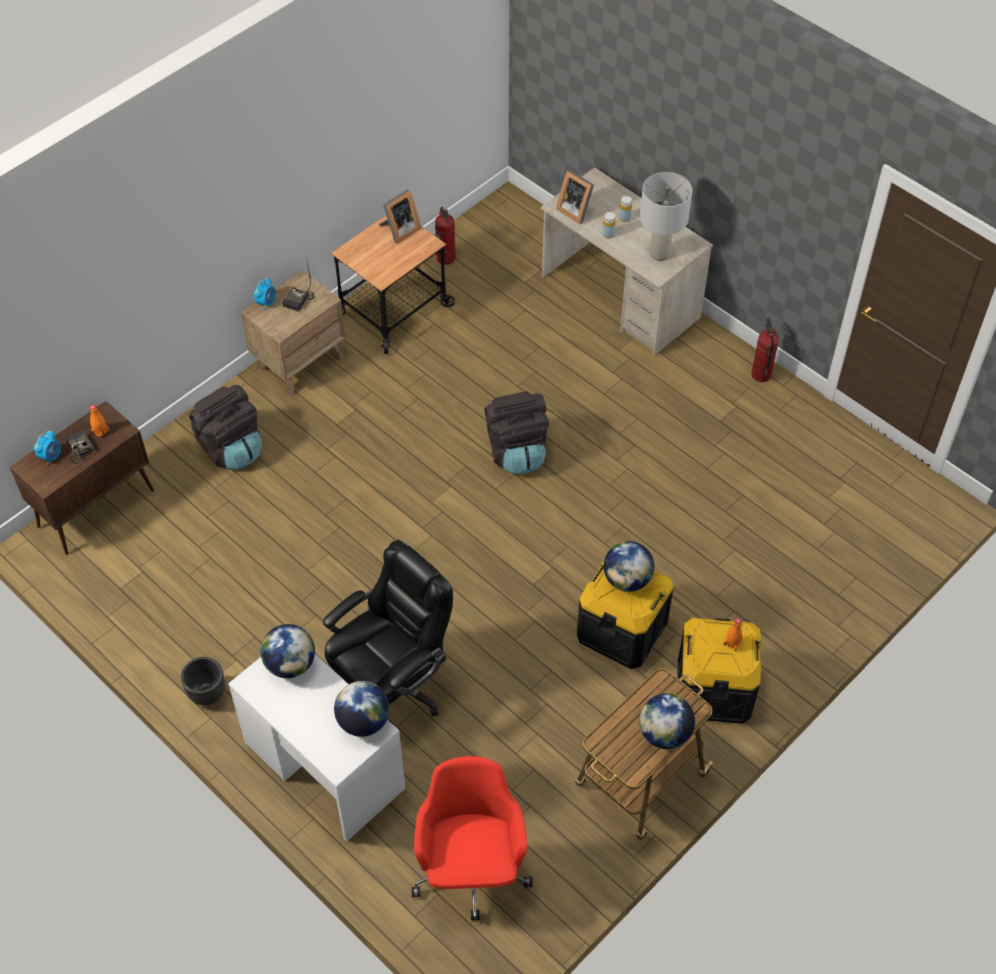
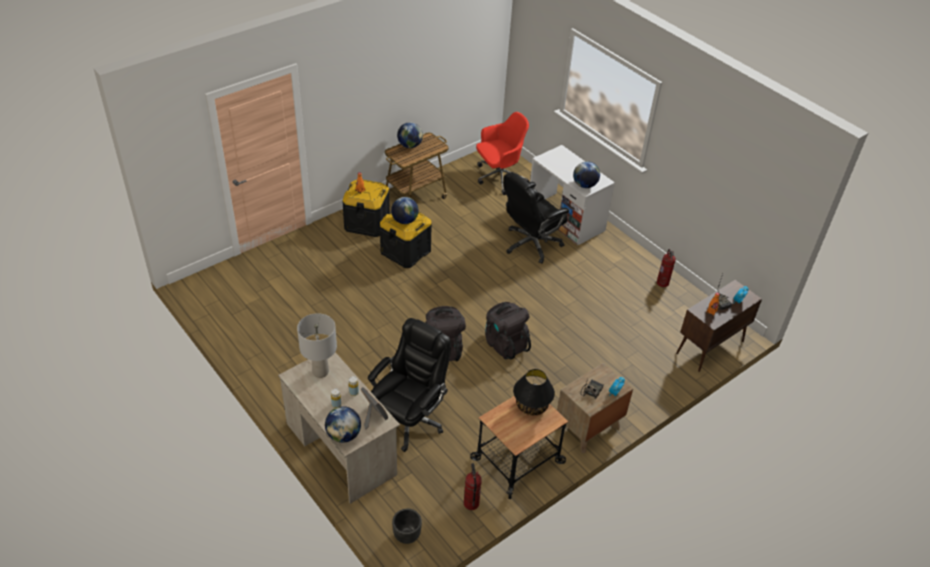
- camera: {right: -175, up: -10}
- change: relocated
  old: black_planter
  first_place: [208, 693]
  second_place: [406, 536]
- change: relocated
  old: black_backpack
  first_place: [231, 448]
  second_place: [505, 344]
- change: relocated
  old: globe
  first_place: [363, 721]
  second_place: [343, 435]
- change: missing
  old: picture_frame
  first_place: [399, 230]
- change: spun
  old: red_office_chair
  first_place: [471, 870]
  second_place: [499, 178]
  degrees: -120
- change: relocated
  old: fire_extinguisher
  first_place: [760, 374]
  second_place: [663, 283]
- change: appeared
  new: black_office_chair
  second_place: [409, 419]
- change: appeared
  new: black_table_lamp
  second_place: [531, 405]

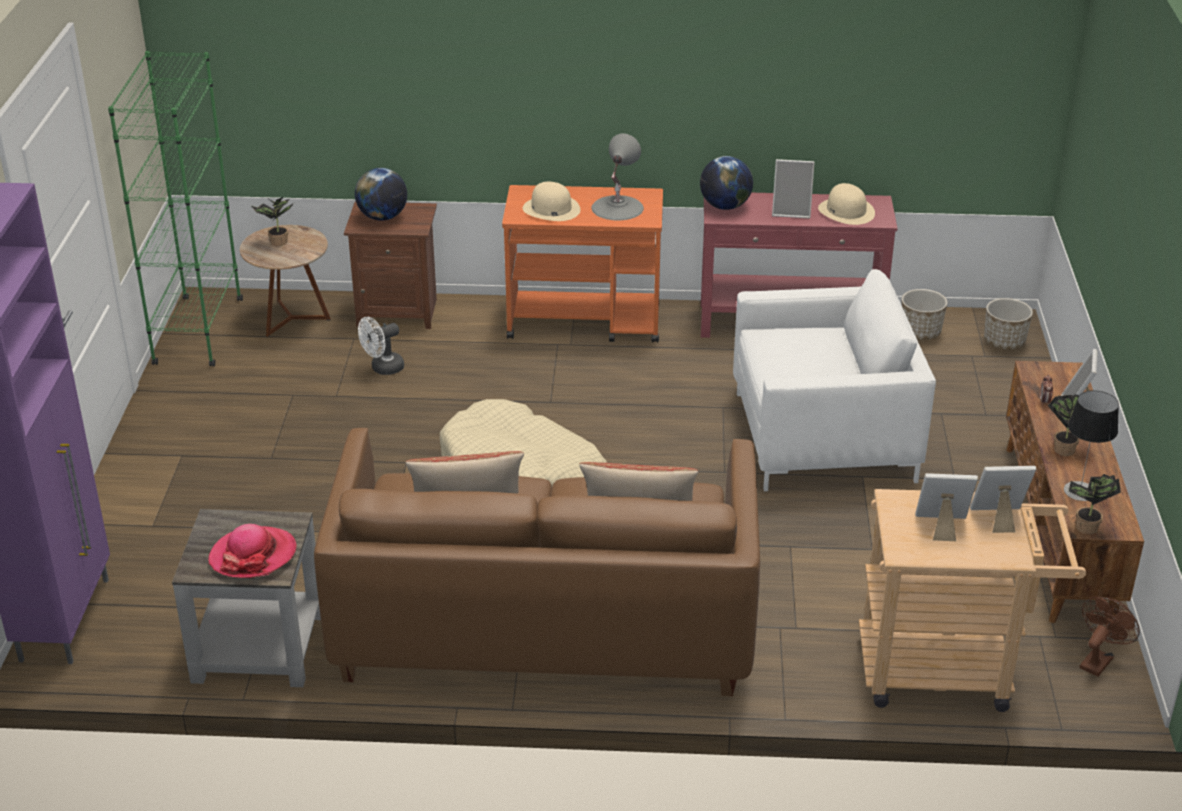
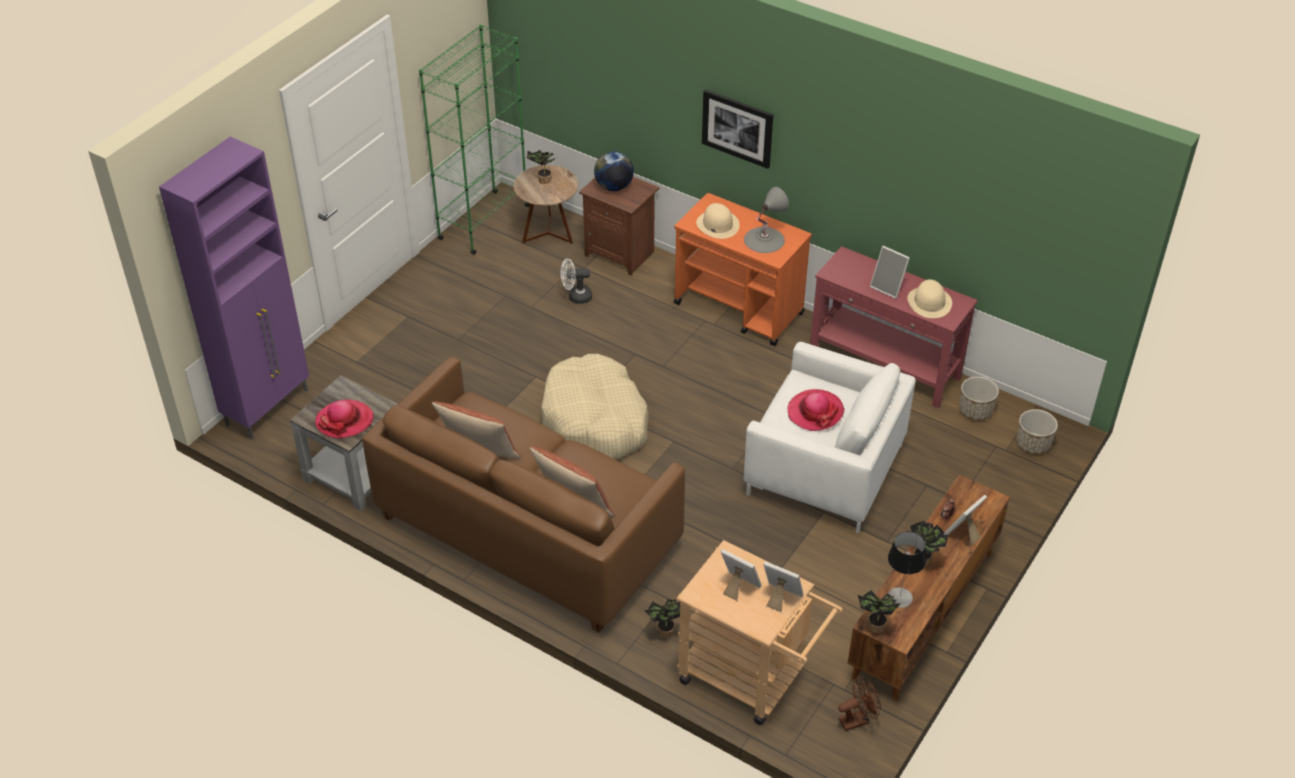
- camera: {right: 30, up: 10}
- change: missing
  old: globe
  first_place: [725, 206]
- change: appeared
  new: potted_plant
  second_place: [664, 633]
- change: appeared
  new: picture
  second_place: [737, 128]
- change: appeared
  new: hat
  second_place: [815, 412]

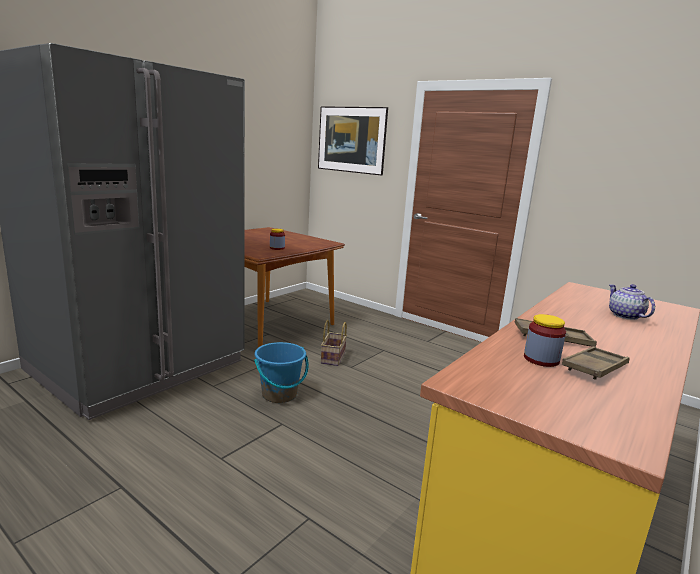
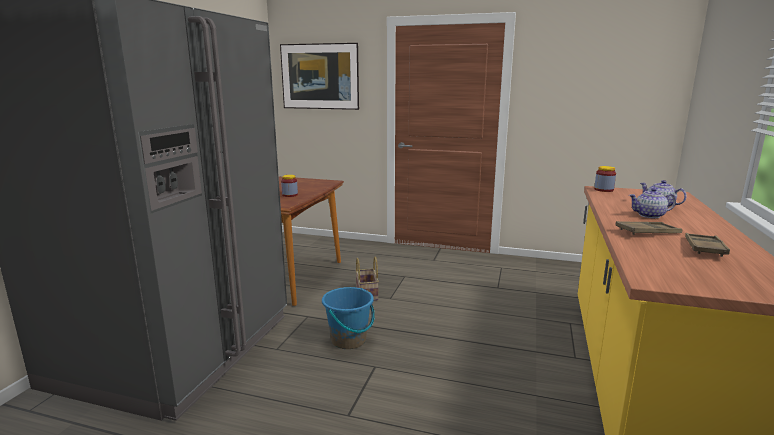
- camera: {right: -20, up: 0}
- change: relocated
  old: jar
  first_place: [541, 359]
  second_place: [603, 190]
- change: appeared
  new: teapot
  second_place: [650, 215]

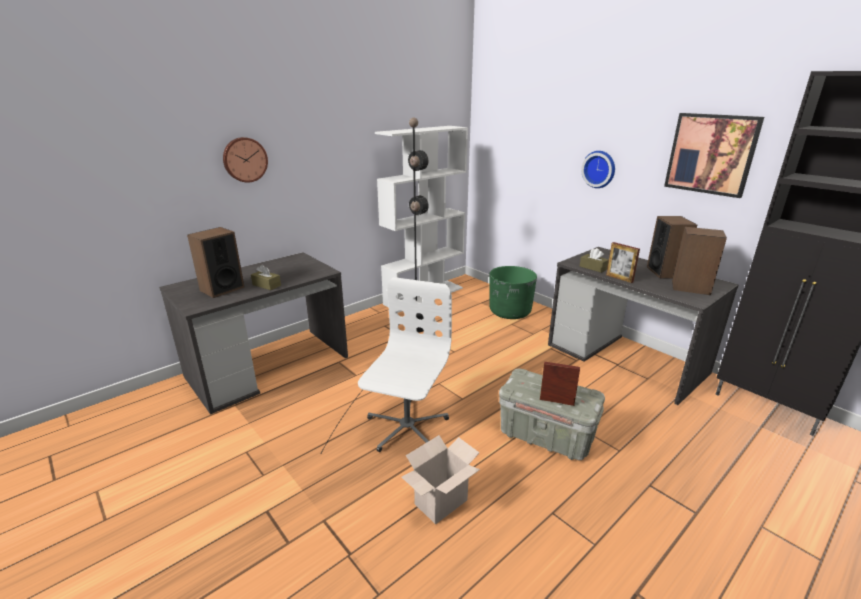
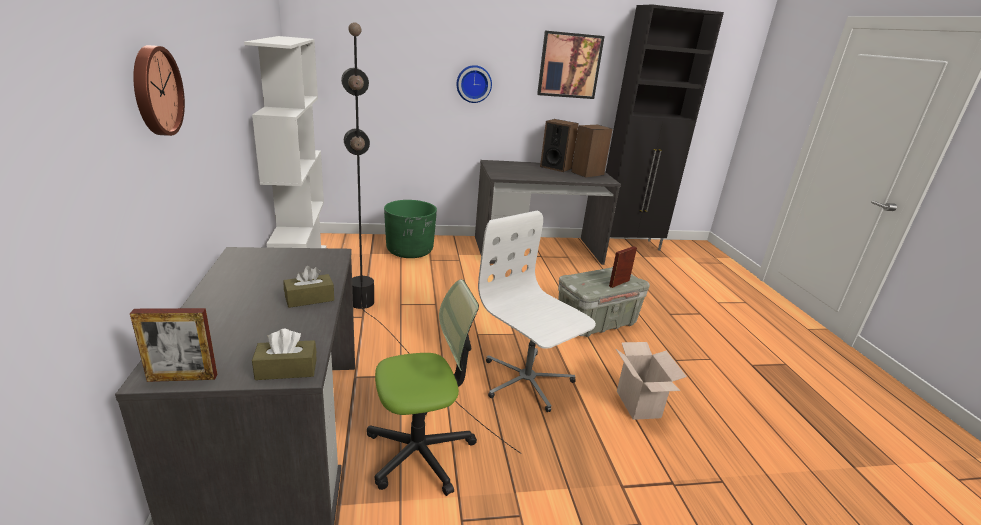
- camera: {right: -60, up: 0}
- change: missing
  old: speaker
  first_place: [222, 289]
- change: relocated
  old: brown_tissue_box
  first_place: [593, 268]
  second_place: [286, 369]
- change: relocated
  old: picture_frame
  first_place: [619, 278]
  second_place: [182, 378]
- change: appeared
  new: office_chair
  second_place: [420, 452]

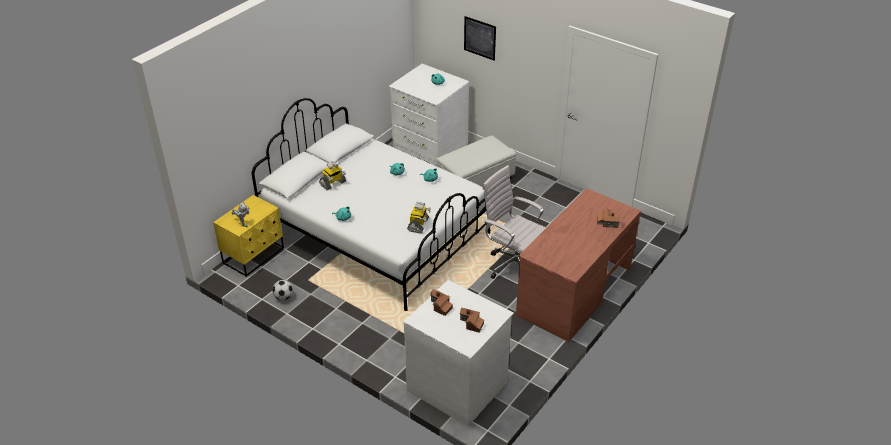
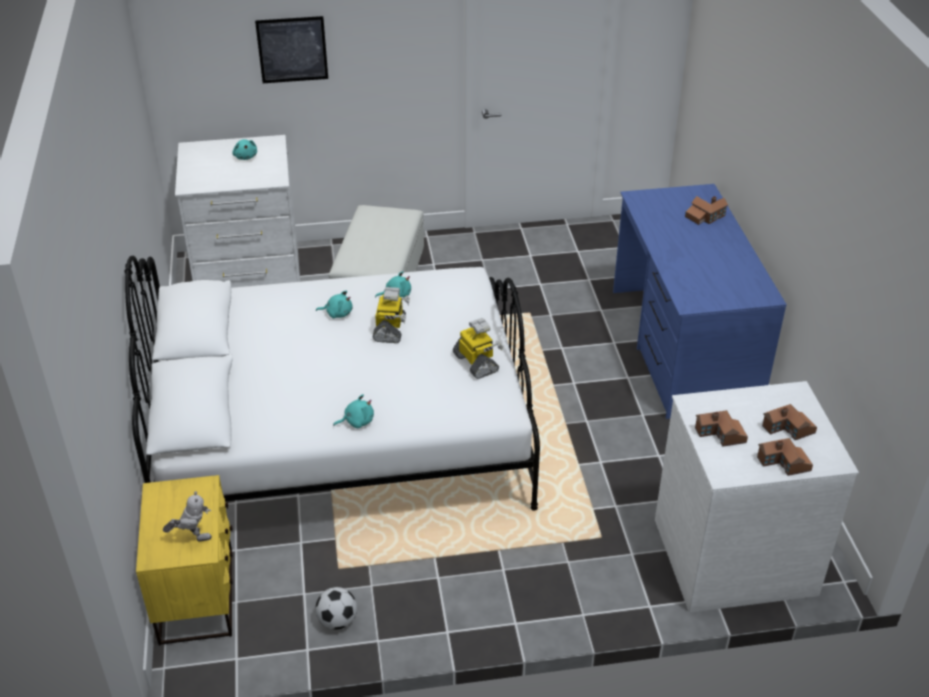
- camera: {right: -45, up: 0}
- change: relocated
  old: toy_robot
  first_place: [333, 183]
  second_place: [390, 329]
- change: missing
  old: white_office_chair
  first_place: [513, 265]
- change: colour
  old: brown_desk
  new: blue_desk
  first_place: [573, 292]
  second_place: [682, 347]
- change: appeared
  new: toy_house
  second_place: [783, 463]

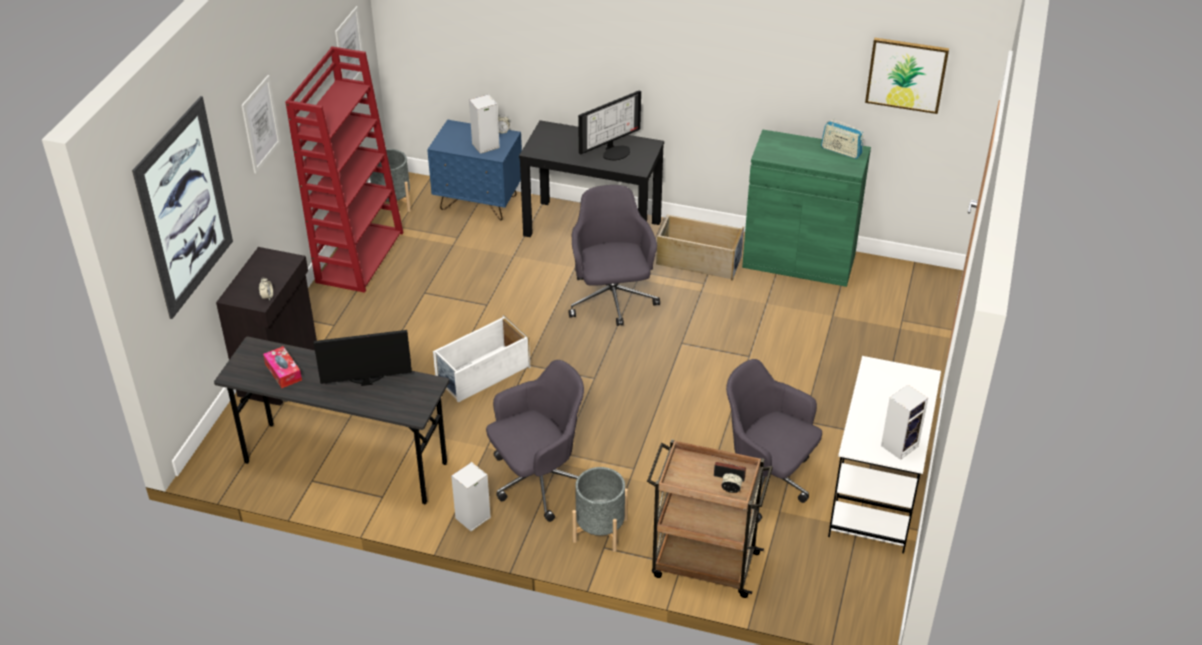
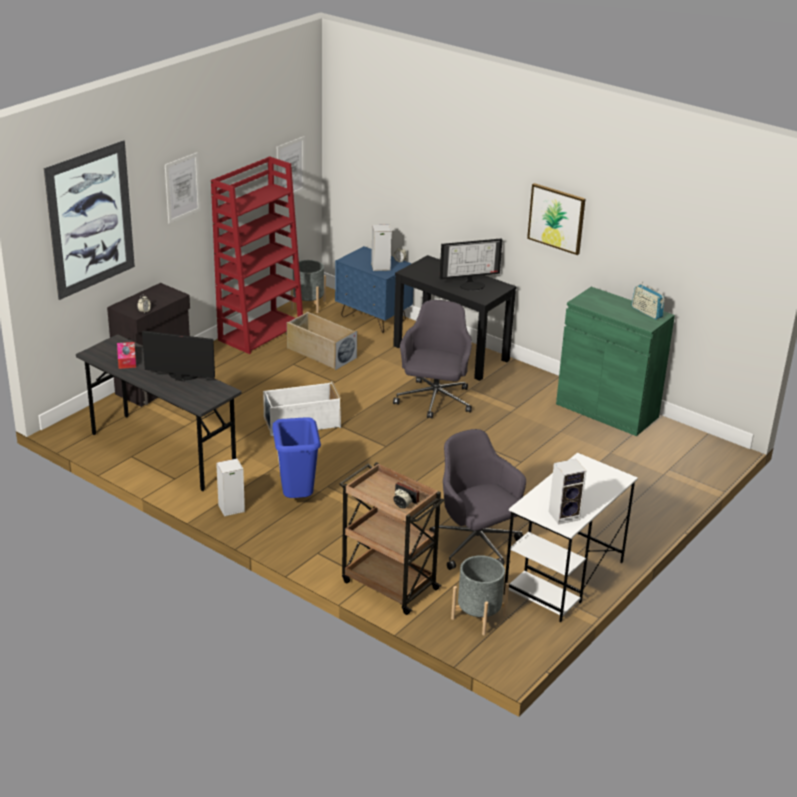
- camera: {right: 20, up: -10}
- change: exchanged
  old: grey_office_chair
  new: blue_trash_can
  first_place: [538, 481]
  second_place: [297, 499]
- change: relocated
  old: grey_planter
  first_place: [600, 530]
  second_place: [478, 616]
- change: relocated
  old: beige_storage_box
  first_place: [698, 261]
  second_place: [320, 353]
- change: relocated
  old: picture
  first_place: [906, 74]
  second_place: [556, 218]

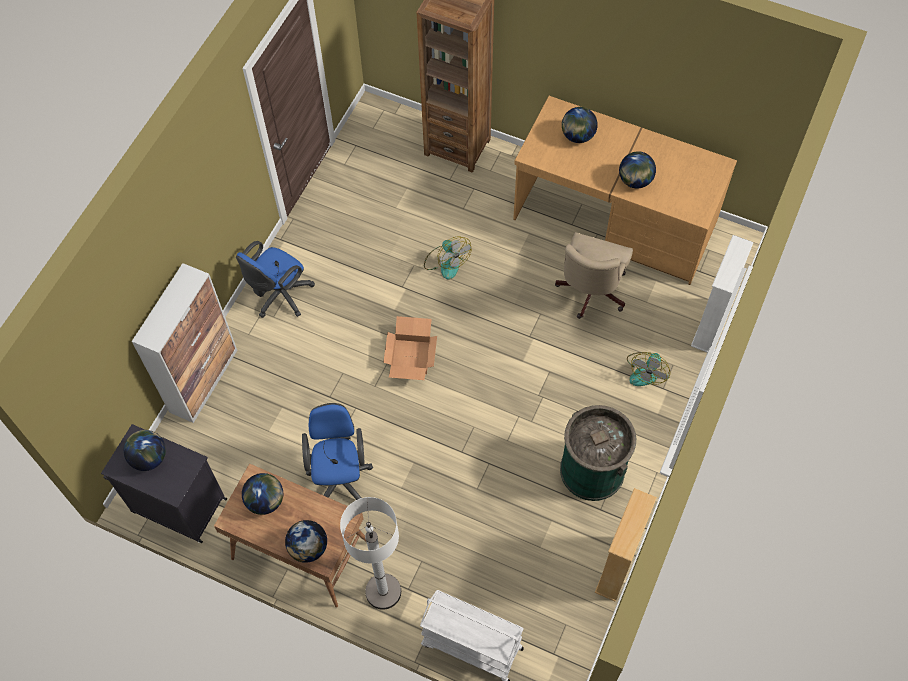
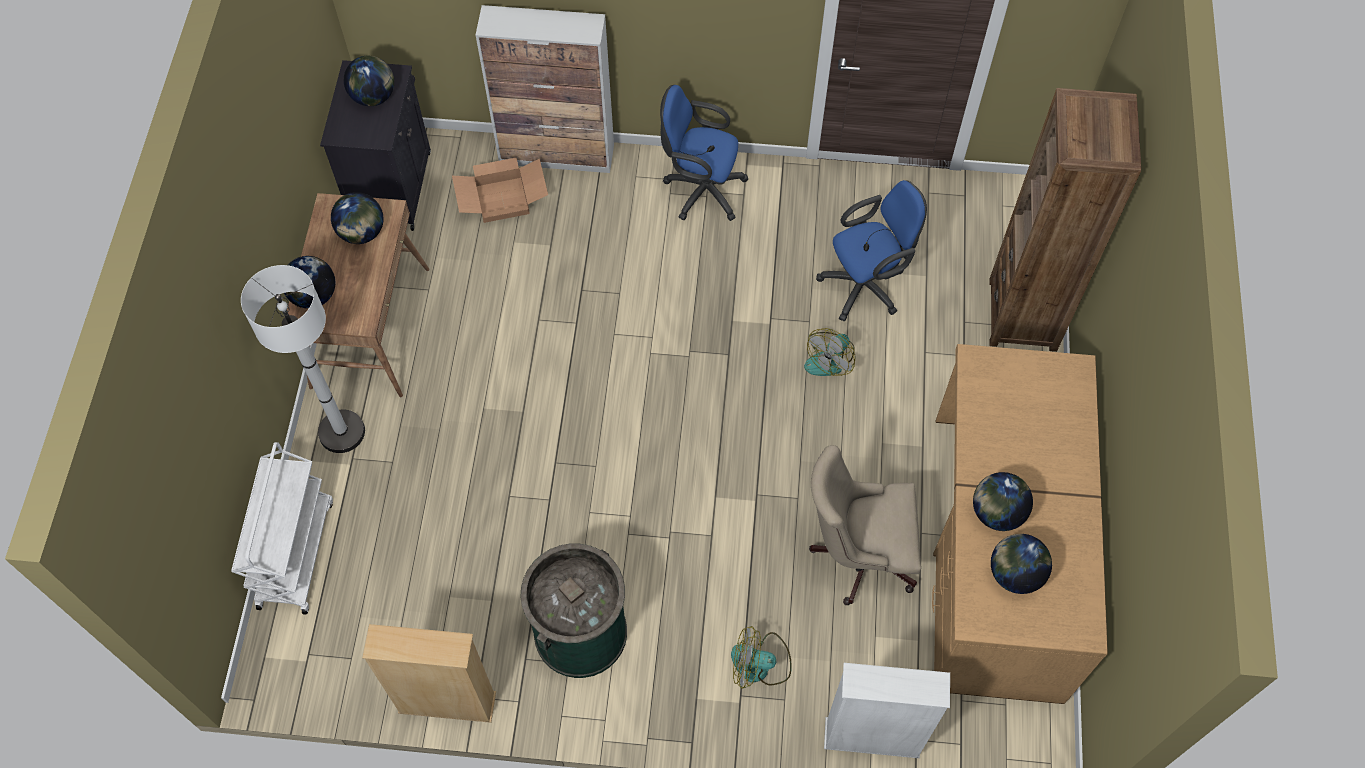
- camera: {right: 70, up: 0}
- change: relocated
  old: blue_office_chair
  first_place: [340, 476]
  second_place: [866, 285]
- change: relocated
  old: cardboard_box
  first_place: [410, 356]
  second_place: [503, 199]
- change: relocated
  old: globe
  first_place: [577, 136]
  second_place: [1014, 573]

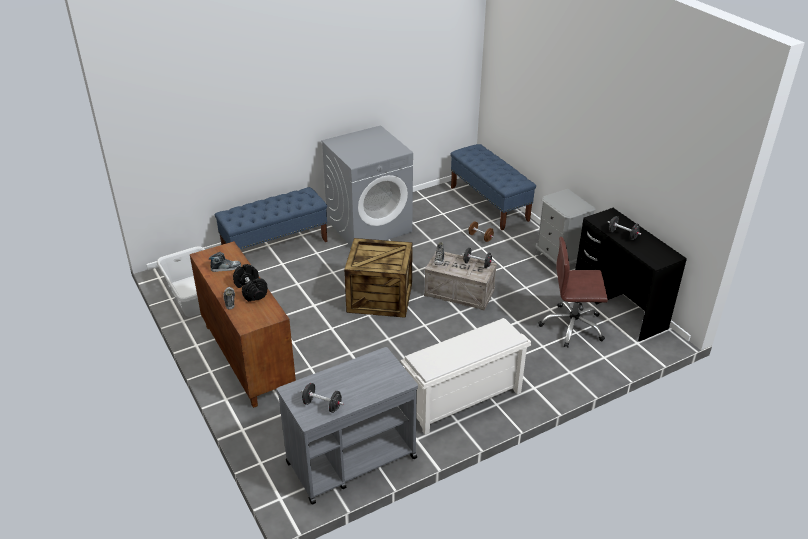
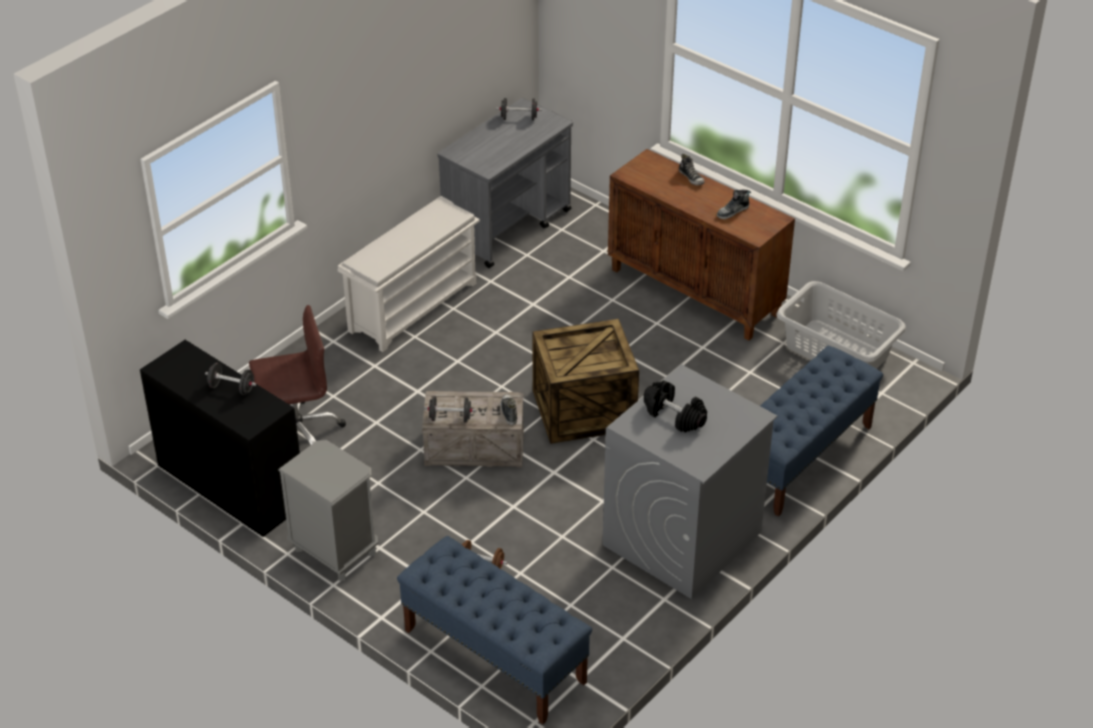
- camera: {right: 160, up: 5}
- change: relocated
  old: black_dumbbell
  first_place: [251, 290]
  second_place: [674, 416]

